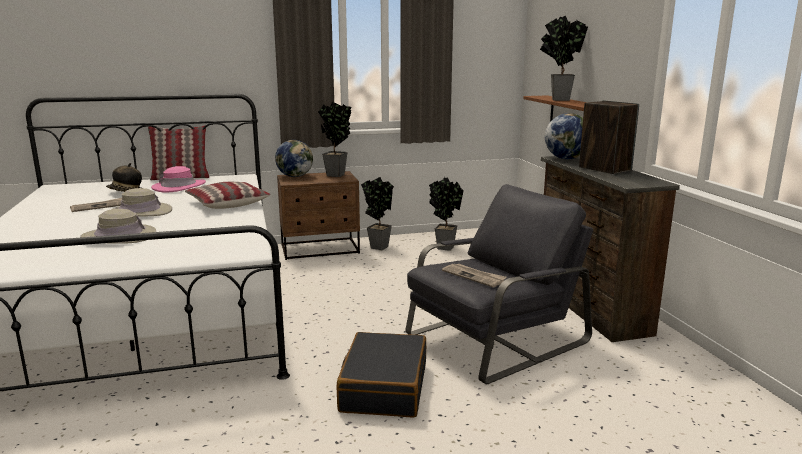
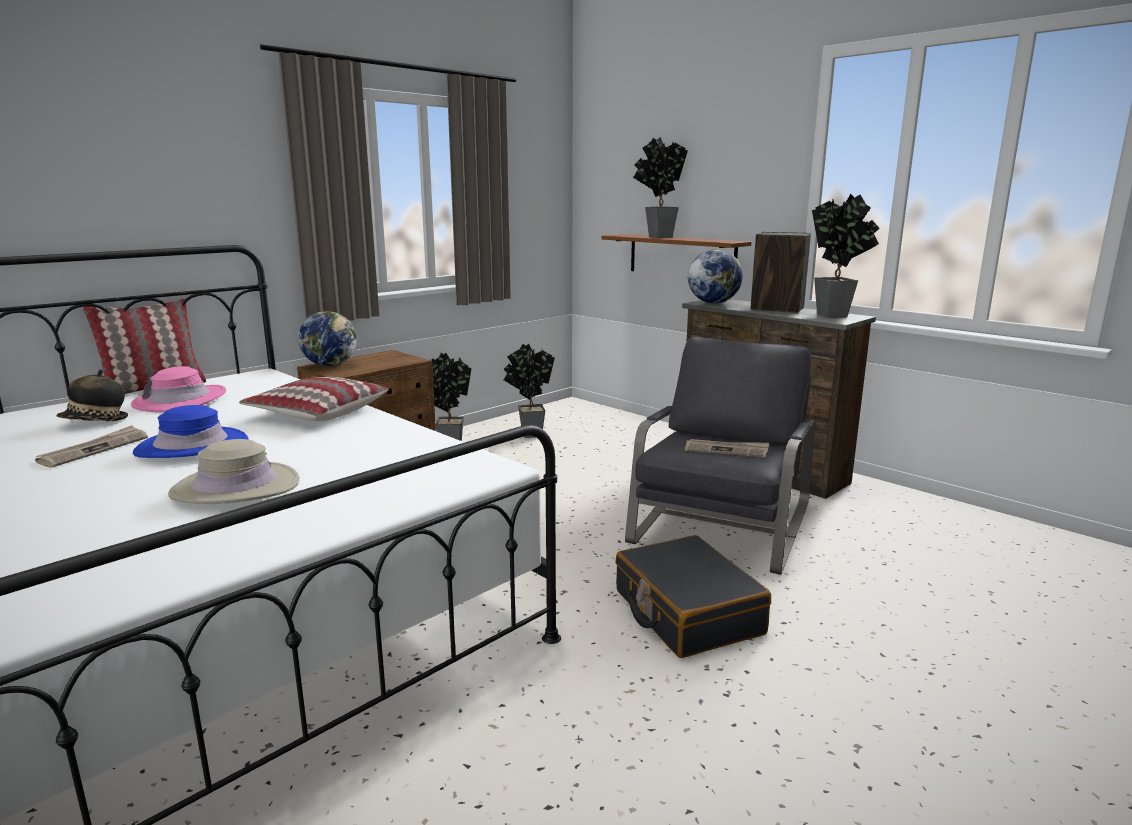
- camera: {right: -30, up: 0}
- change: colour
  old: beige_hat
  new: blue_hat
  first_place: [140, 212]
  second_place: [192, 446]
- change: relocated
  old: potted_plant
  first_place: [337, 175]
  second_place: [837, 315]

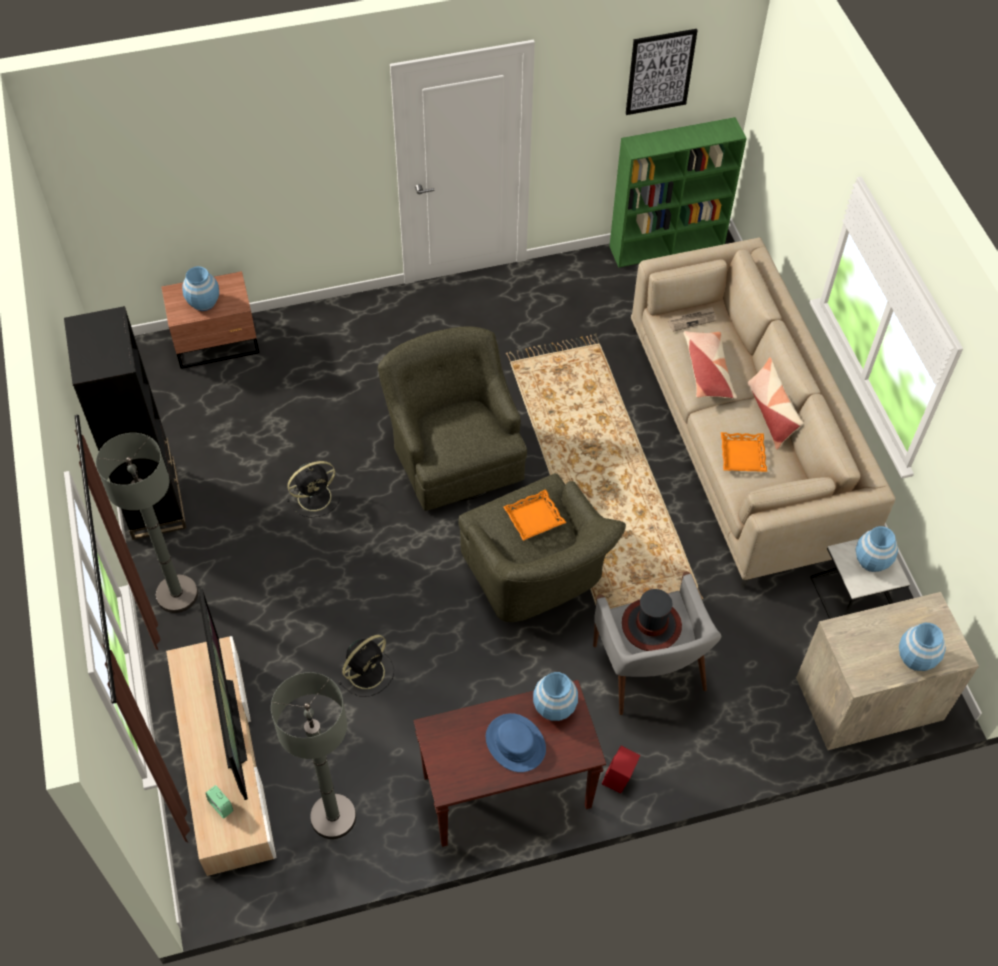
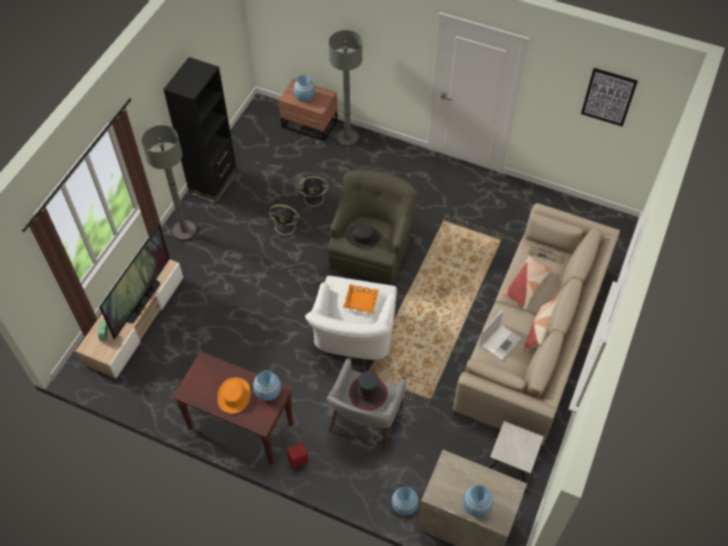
- camera: {right: 40, up: 0}
- change: relocated
  old: grey_floor_lamp
  first_place: [333, 817]
  second_place: [347, 139]
- change: relocated
  old: black_fan
  first_place: [367, 671]
  second_place: [314, 198]
- change: colour
  old: green_armchair
  new: white_armchair
  first_place: [537, 577]
  second_place: [353, 336]
- change: colour
  old: blue_hat
  new: orange_hat
  first_place: [515, 743]
  second_place: [234, 395]
- change: missing
  old: green_bookcase
  first_place: [668, 246]
- change: exchanged
  old: orange_tray
  new: laptop
  first_place: [742, 455]
  second_place: [500, 341]
- change: relocated
  old: blue_vase
  first_place: [872, 561]
  second_place: [404, 506]
- change: appeared
  new: black_hat
  second_place: [363, 236]

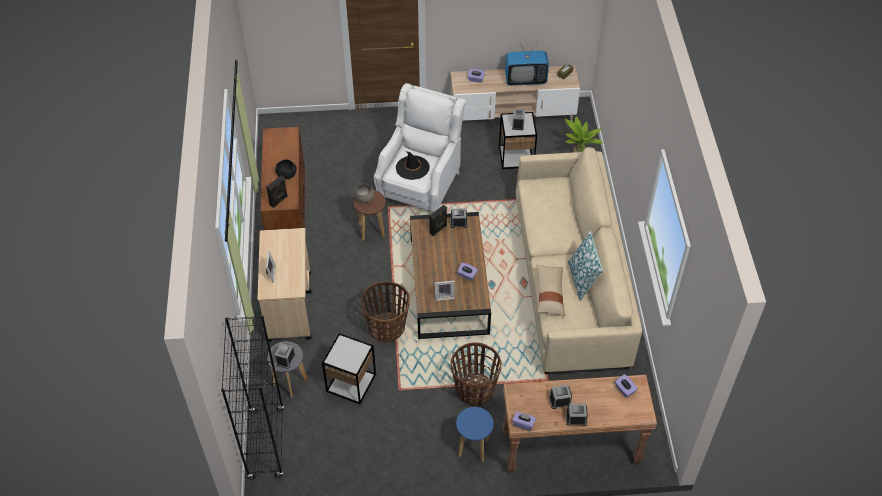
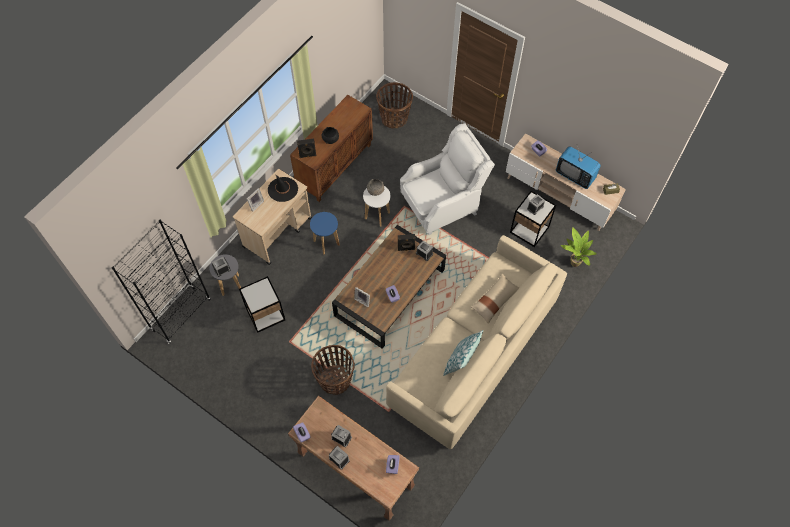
- camera: {right: 40, up: 10}
- change: colour
  old: brown_stool
  new: white_stool
  first_place: [371, 230]
  second_place: [377, 216]
- change: relocated
  old: basket
  first_place: [386, 327]
  second_place: [394, 118]
- change: relocated
  old: black_hat
  first_place: [412, 168]
  second_place: [283, 189]
- change: relocated
  old: blue_stool
  first_place: [473, 448]
  second_place: [326, 243]
- change: relocated
  old: beige_pillow
  first_place: [550, 294]
  second_place: [494, 300]

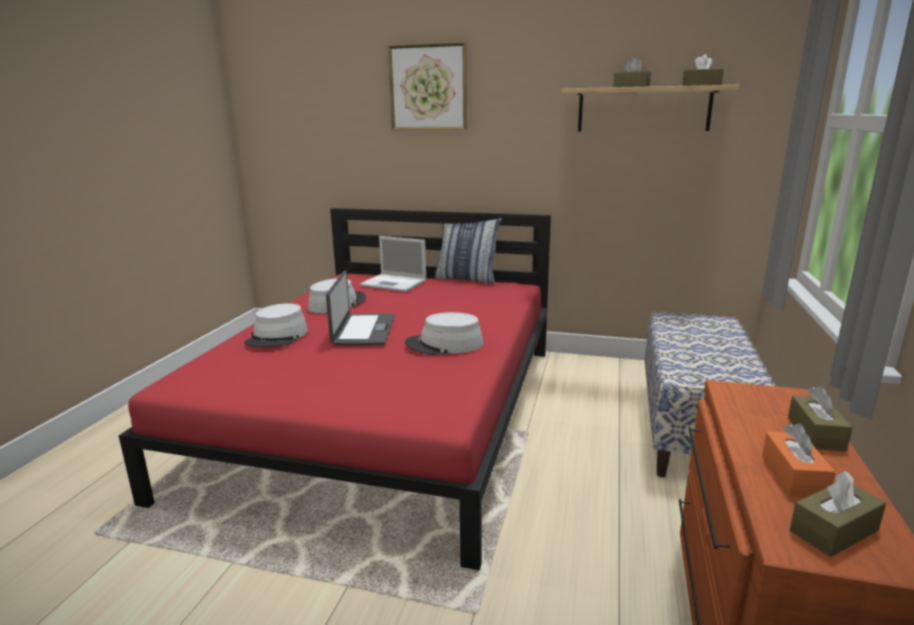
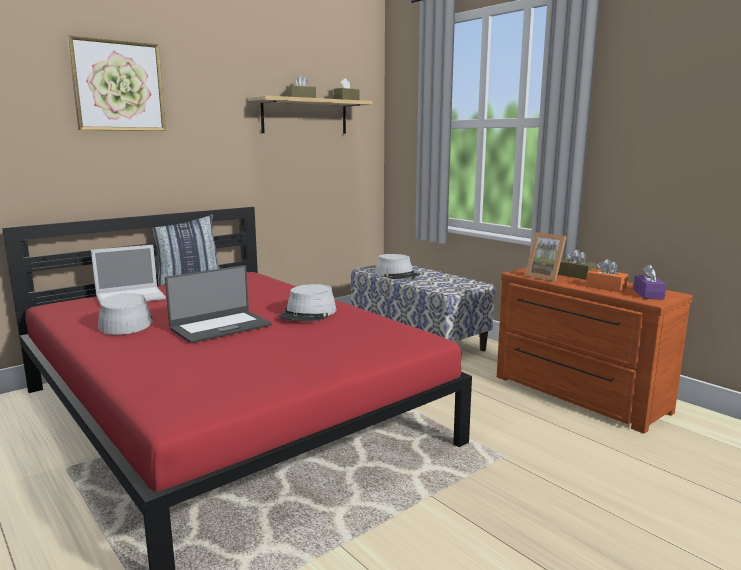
- camera: {right: -55, up: -5}
- change: relocated
  old: grey_hat
  first_place: [277, 336]
  second_place: [397, 274]
- change: spun
  old: laptop
  first_place: [363, 330]
  second_place: [220, 327]
  degrees: 105
- change: colour
  old: brown_tissue_box
  new: purple_tissue_box
  first_place: [833, 531]
  second_place: [648, 294]
- change: appeared
  new: picture_frame
  second_place: [545, 277]

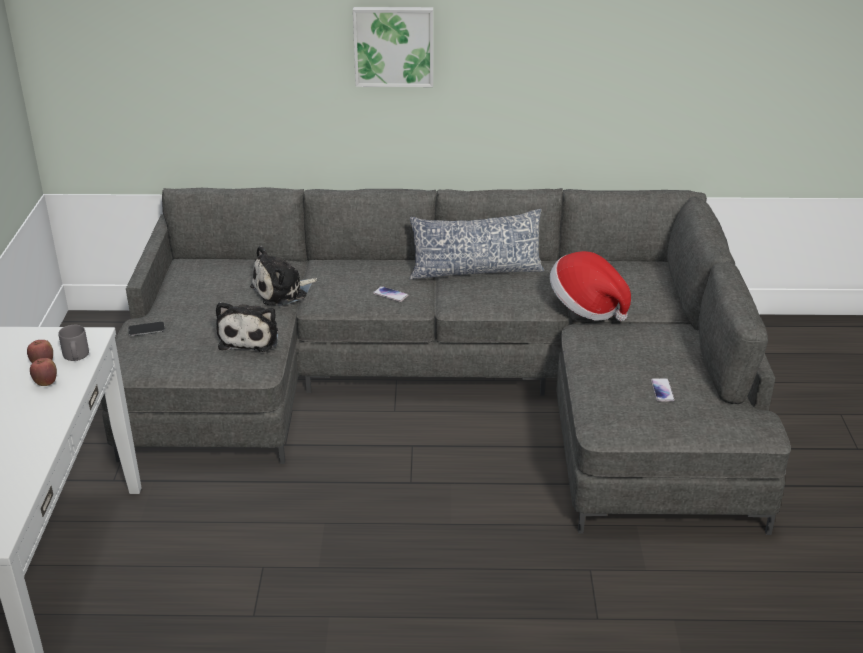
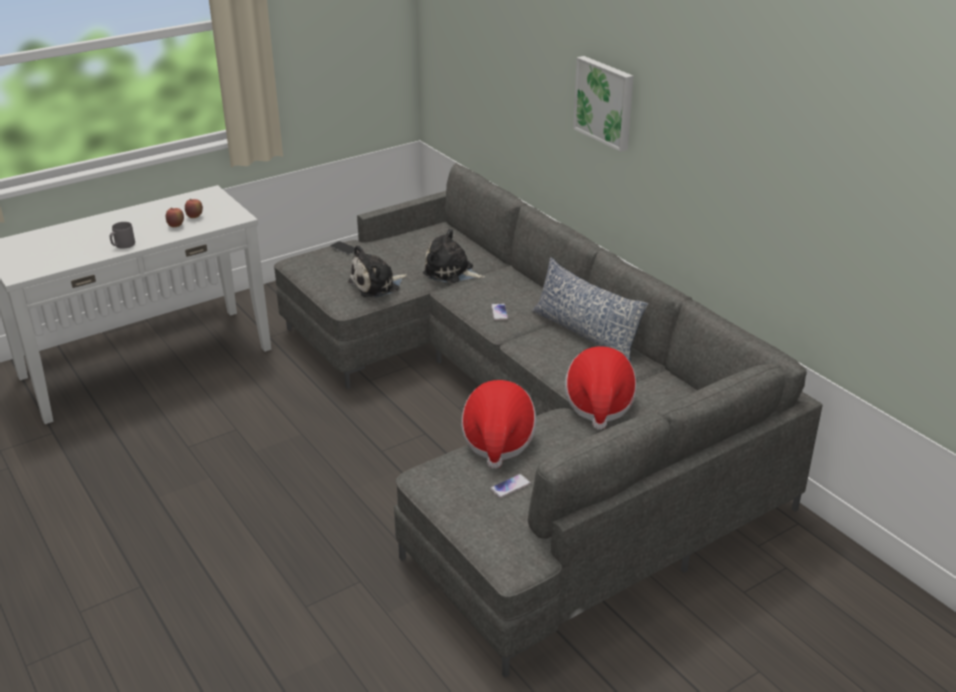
- camera: {right: 55, up: 0}
- change: relocated
  old: grey_mug
  first_place: [76, 356]
  second_place: [123, 245]
- change: appeared
  new: hat
  second_place: [497, 440]

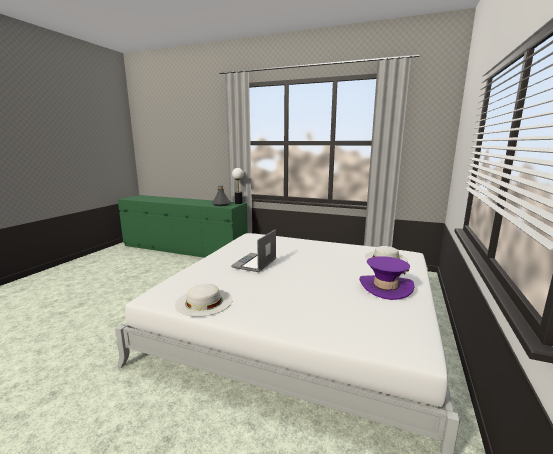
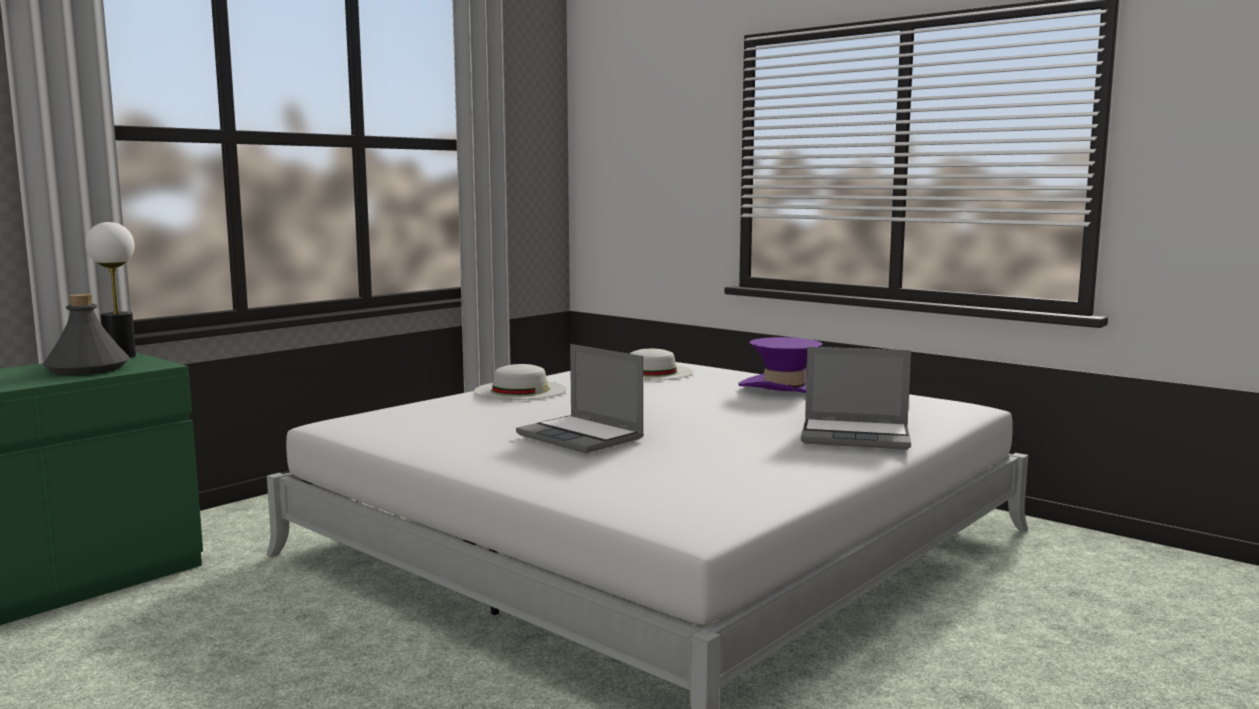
- camera: {right: -70, up: -5}
- change: relocated
  old: white_hat
  first_place: [204, 302]
  second_place: [520, 390]
- change: appeared
  new: laptop
  second_place: [857, 436]

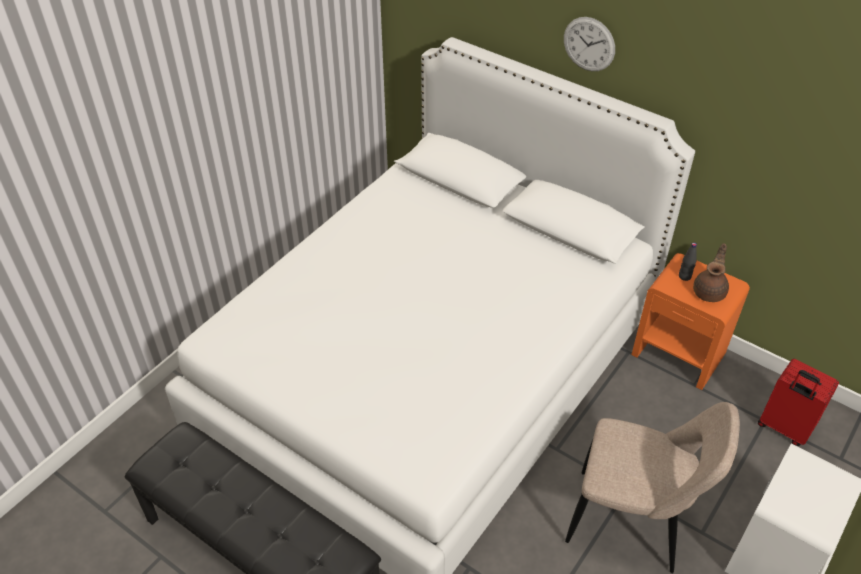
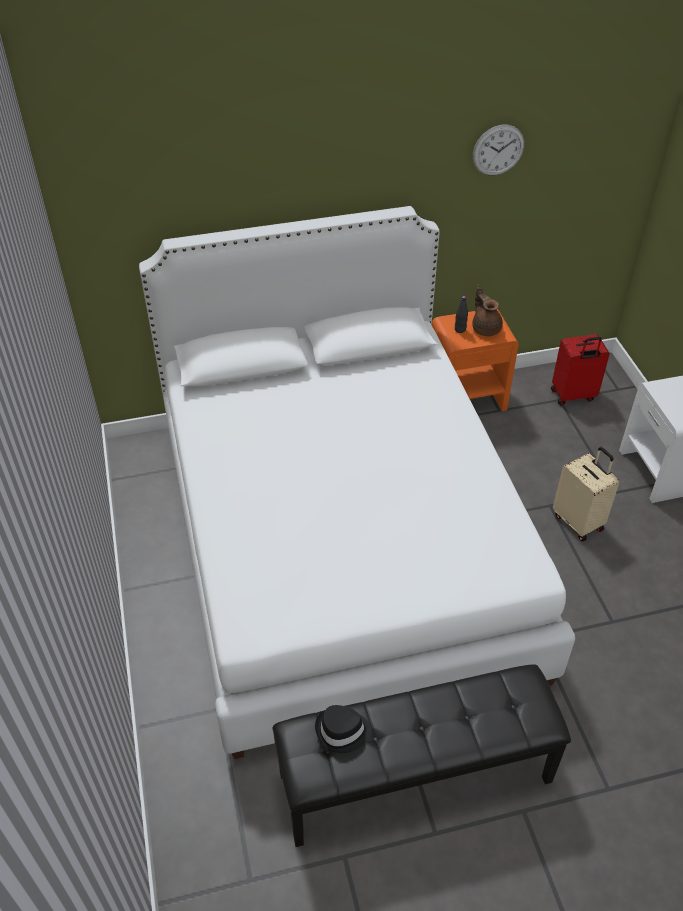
- camera: {right: -50, up: 0}
- change: relocated
  old: wall_clock
  first_place: [589, 44]
  second_place: [498, 150]
- change: exchanged
  old: beige_chair
  new: beige_suitcase
  first_place: [632, 523]
  second_place: [579, 521]
- change: appeared
  new: black_hat
  second_place: [342, 731]

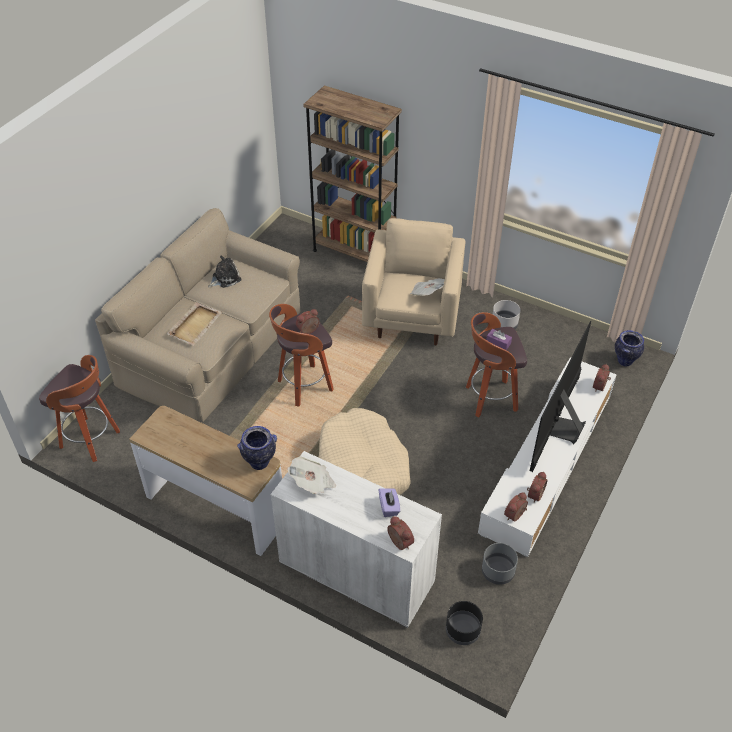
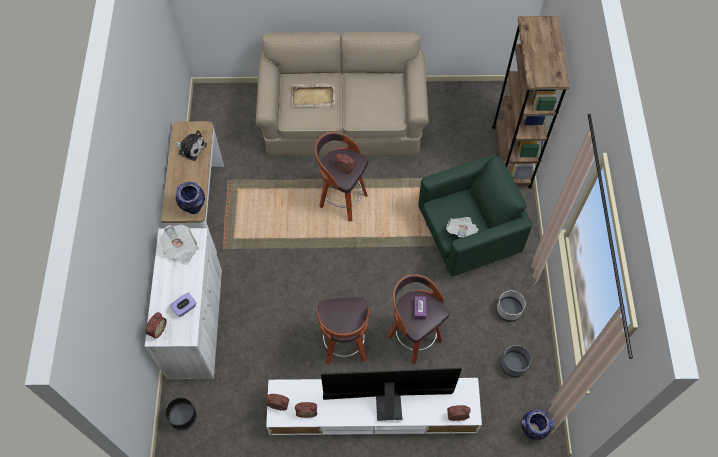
- camera: {right: 60, up: 15}
- change: relocated
  old: stool
  first_place: [91, 440]
  second_place: [344, 346]
- change: relocated
  old: plush_toy
  first_place: [225, 278]
  second_place: [191, 148]
- change: missing
  old: beige_dog_bed
  first_place: [363, 467]
- change: colour
  old: beige_armchair
  new: green_armchair
  first_place: [412, 317]
  second_place: [467, 236]
- change: relocated
  old: grey_planter
  first_place: [498, 571]
  second_place: [513, 365]

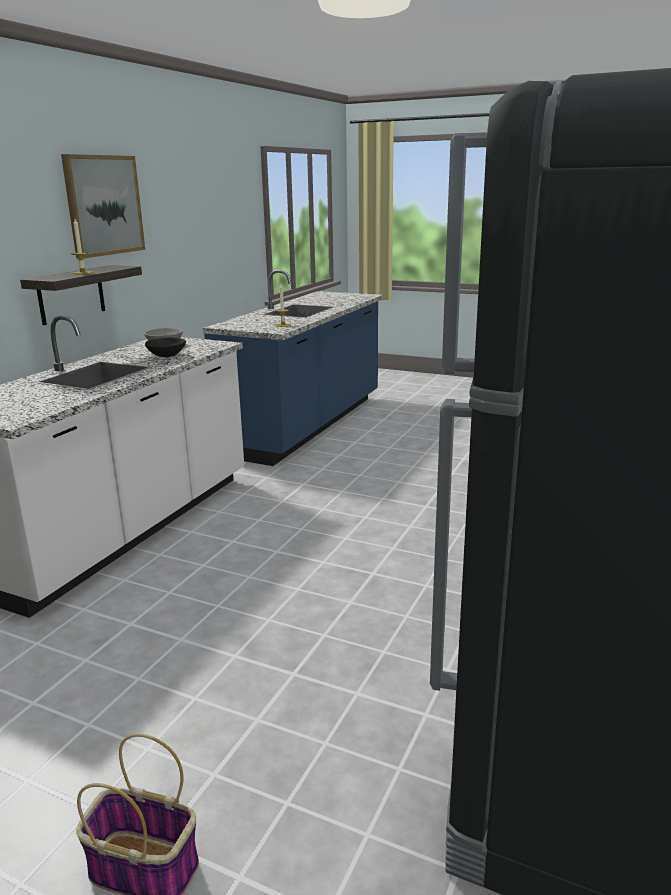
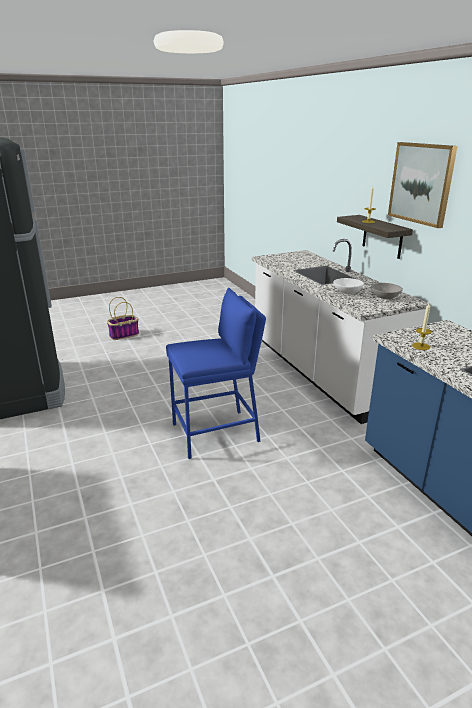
- camera: {right: 130, up: 5}
- change: colour
  old: black_bowl
  new: white_bowl
  first_place: [167, 355]
  second_place: [347, 292]
- change: appeared
  new: blue_stool
  second_place: [216, 433]

